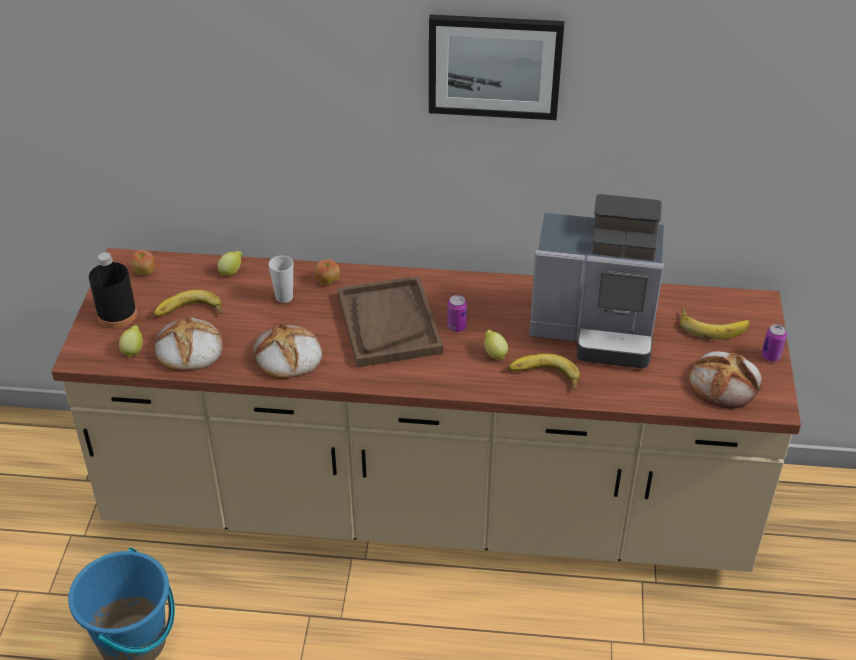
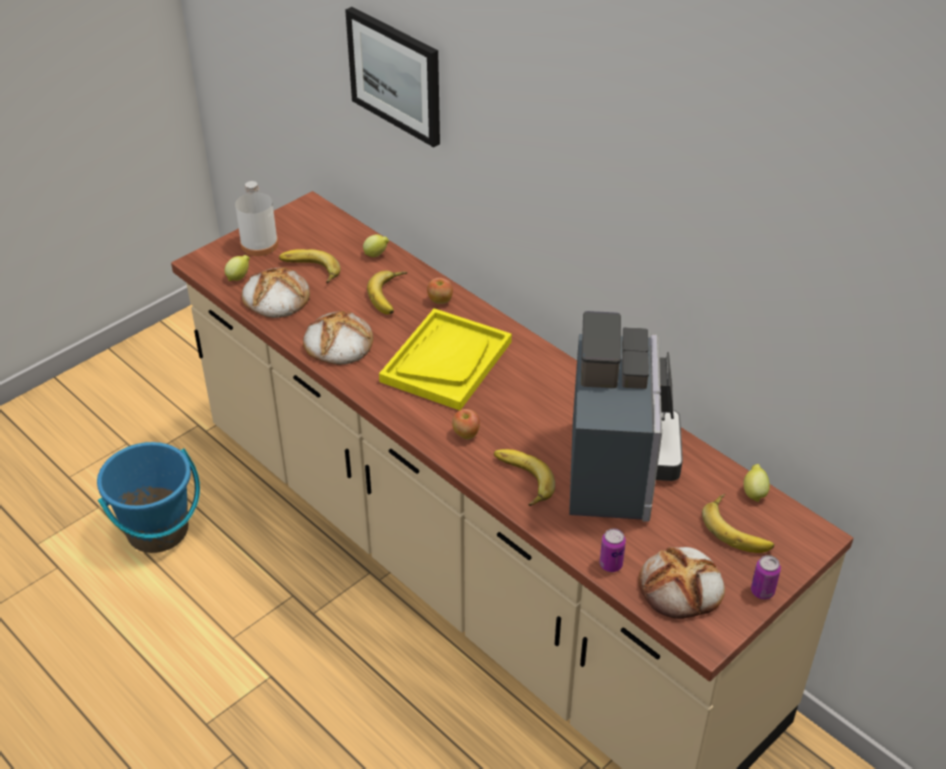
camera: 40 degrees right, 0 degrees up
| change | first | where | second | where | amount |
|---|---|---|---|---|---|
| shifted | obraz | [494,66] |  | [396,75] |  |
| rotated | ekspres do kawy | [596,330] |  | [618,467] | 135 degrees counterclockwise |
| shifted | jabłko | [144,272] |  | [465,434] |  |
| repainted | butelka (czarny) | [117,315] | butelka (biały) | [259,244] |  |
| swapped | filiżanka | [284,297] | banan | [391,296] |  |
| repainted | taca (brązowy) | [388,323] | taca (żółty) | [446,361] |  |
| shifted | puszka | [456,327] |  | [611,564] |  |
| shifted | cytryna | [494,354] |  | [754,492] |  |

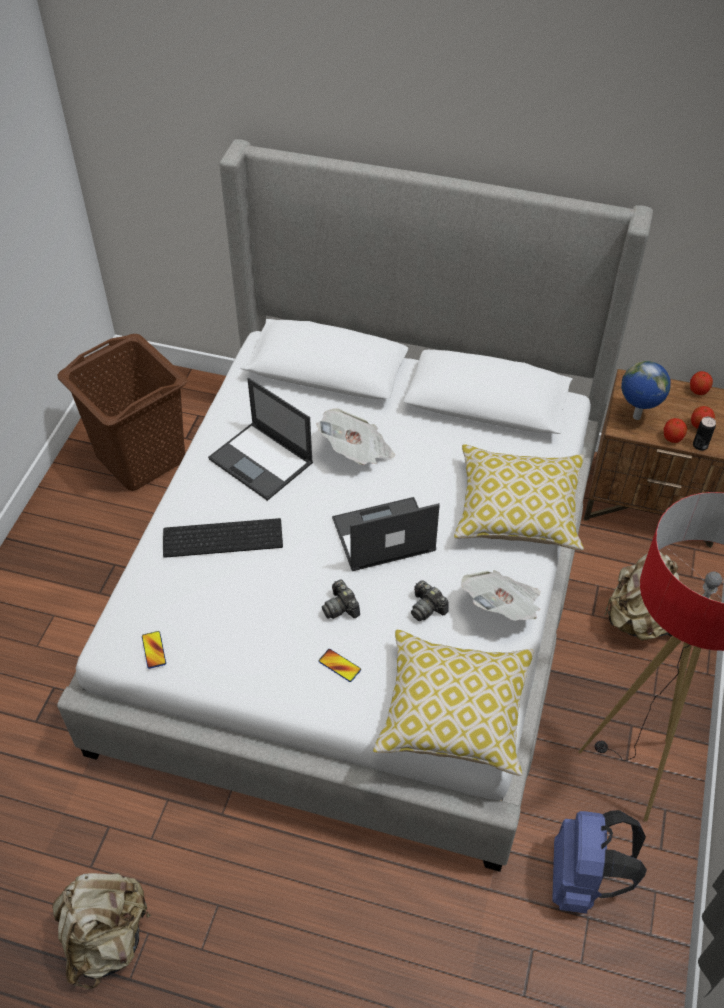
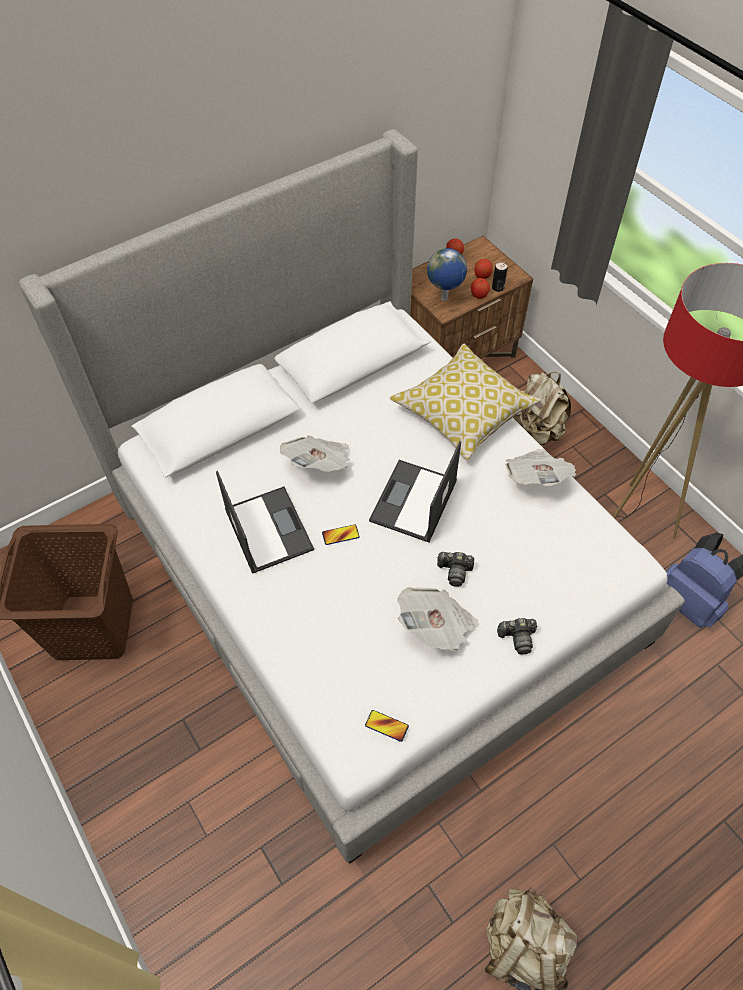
camera: 50 degrees left, 5 degrees up
| change | first | where | second | where | amount |
|---|---|---|---|---|---|
| rotated | laptop | [262,461] |  | [268,529] | 105 degrees counterclockwise |
| gone | klawiatura | [224,536] |  |  |  |
| shifted | aparat fotograficzny | [427,607] |  | [517,638] |  |
| gone | poduszka | [454,712] |  |  |  |
| shifted | telefon | [339,665] |  | [340,535] |  |
| new |  |  | gazeta | [437,626] |  |

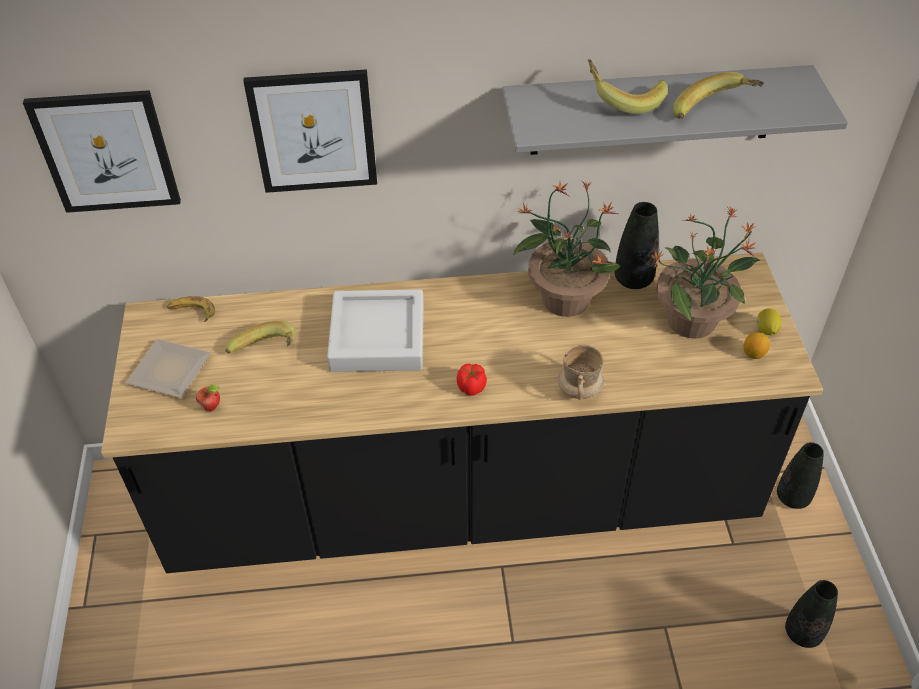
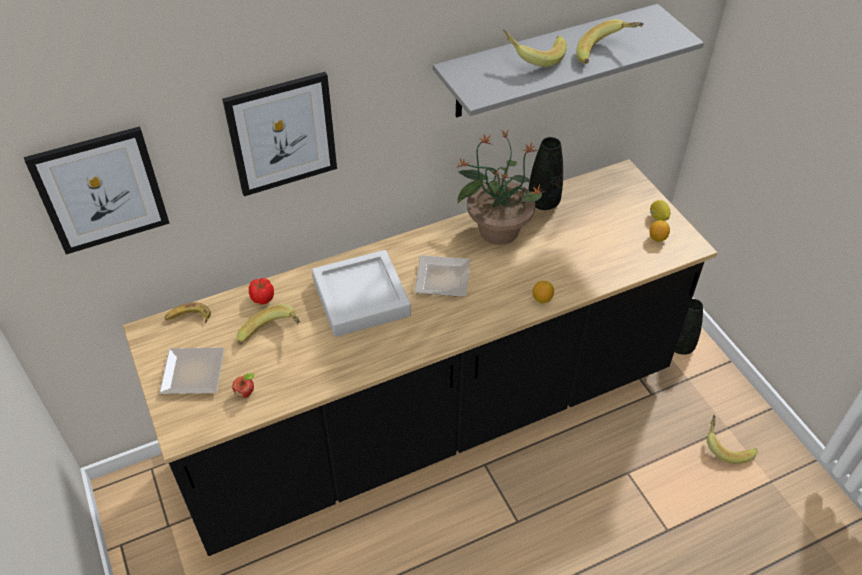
camera: 20 degrees left, 0 degrees up
| change | first | where | second | where | amount |
|---|---|---|---|---|---|
| gone | roślina doniczkowa | [693,320] |  |  |  |
| swapped | kubek (beżowy) | [579,390] | cytryna | [542,299] |  |
| shifted | pomidor | [471,388] |  | [262,298] |  |
| swapped | wazon (czarny) | [802,633] | banan | [727,446] |  |
| new |  |  | talerz | [441,277] |  |

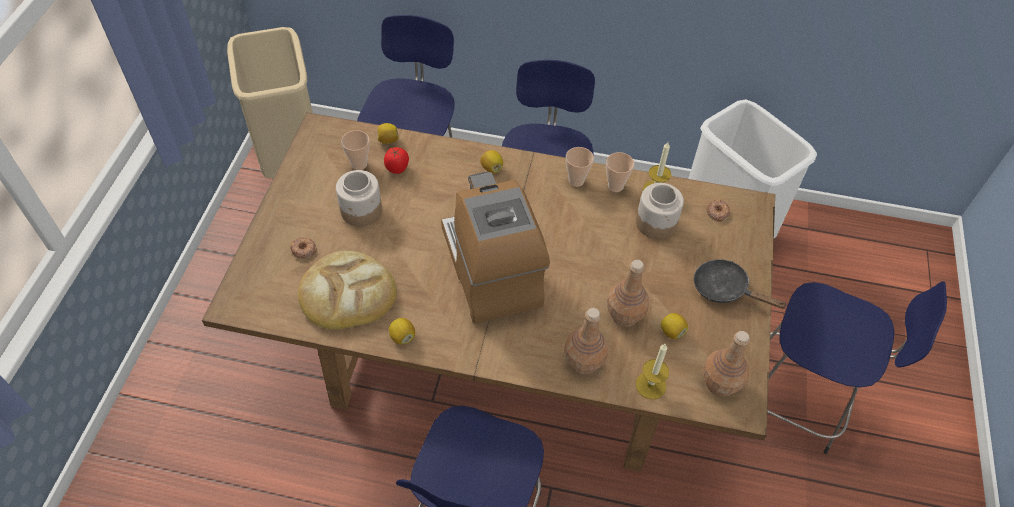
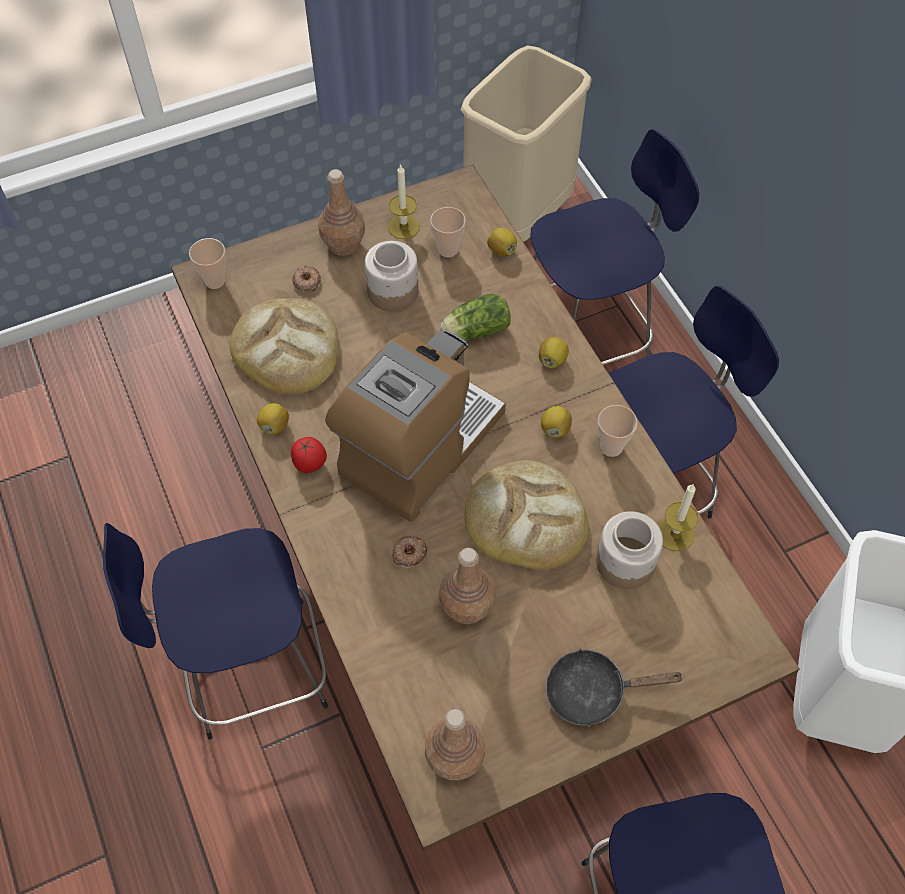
camera: 55 degrees right, 5 degrees up
| change | first | where | second | where | amount |
|---|---|---|---|---|---|
| shifted | pomidor | [397,168] |  | [310,464] |  |
| shifted | filiżanka | [615,186] |  | [215,281] |  |
| shifted | donut | [717,212] |  | [409,553] |  |
| rotated | patelnia (czarny) | [725,289] |  | [593,691] | 90 degrees counterclockwise |
| shifted | butelka (brązowy) | [584,361] |  | [344,244] |  |
| shifted | cytryna | [672,332] |  | [555,429] |  |
| shifted | świeca | [650,385] |  | [403,227] |  |
| new |  |  | sałata | [474,331] |  |
| new |  |  | chleb | [525,518] |  |

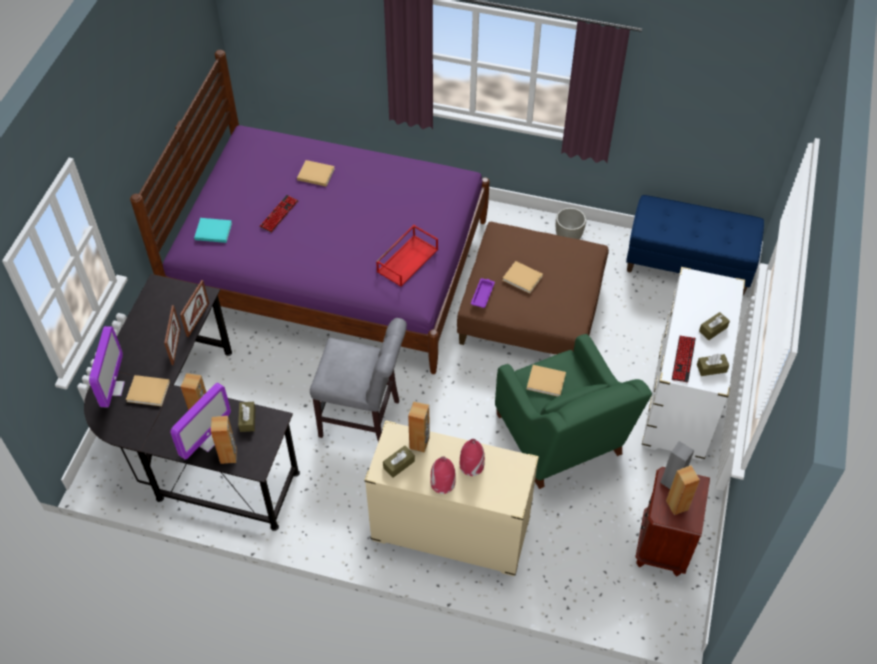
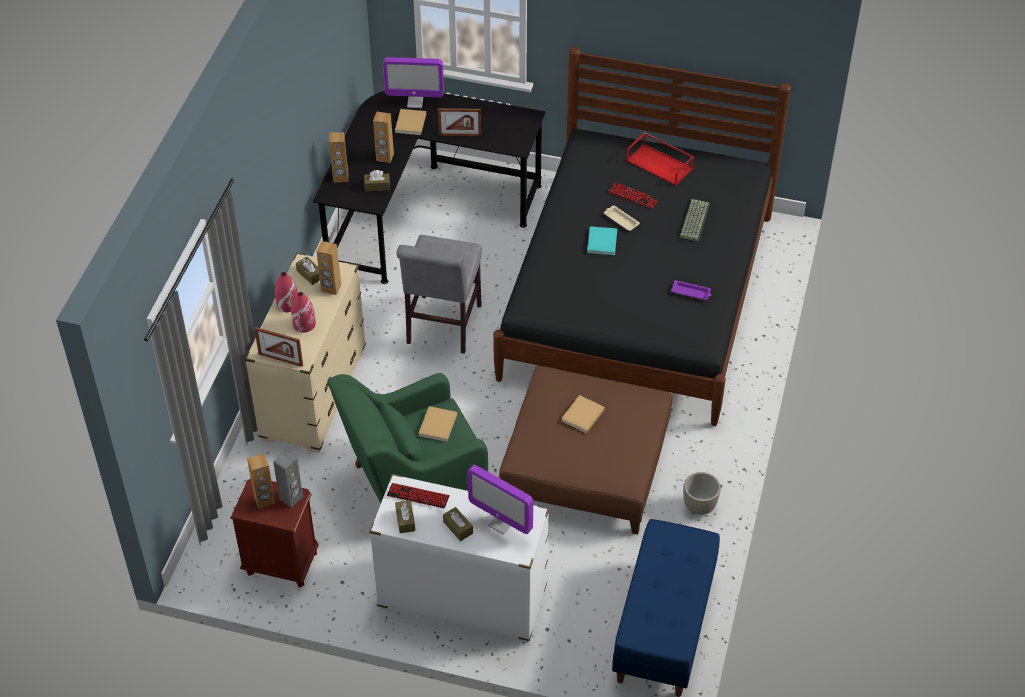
camera: 90 degrees right, 5 degrees down
| change | first | where | second | where | amount |
|---|---|---|---|---|---|
| repainted | łóżko (fioletowy) | [332,267] | łóżko (czarny) | [637,296] |  |
| swapped | książka (beżowy) | [315,174] | klawiatura | [693,220] |  |
| shifted | książka (turkusowy) | [212,231] |  | [602,241] |  |
| shifted | taca (czerwony) | [407,260] |  | [660,164] |  |
| shifted | taca (fioletowy) | [482,294] |  | [691,292] |  |
| shifted | ramka na zdjęcie | [198,319] |  | [280,359] |  |
| shifted | monitor | [206,441] |  | [501,523] |  |
| new |  |  | taca (beżowy) | [620,220] |  |

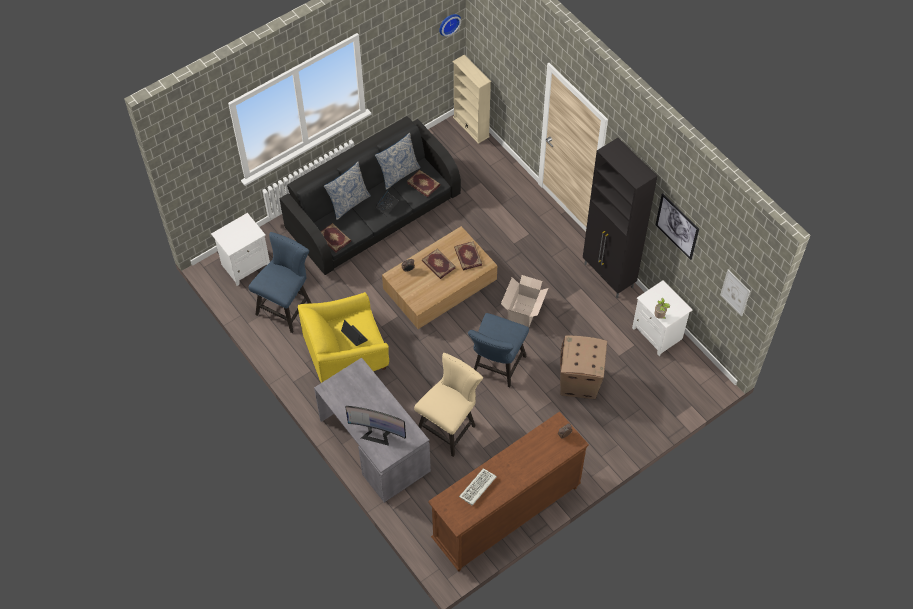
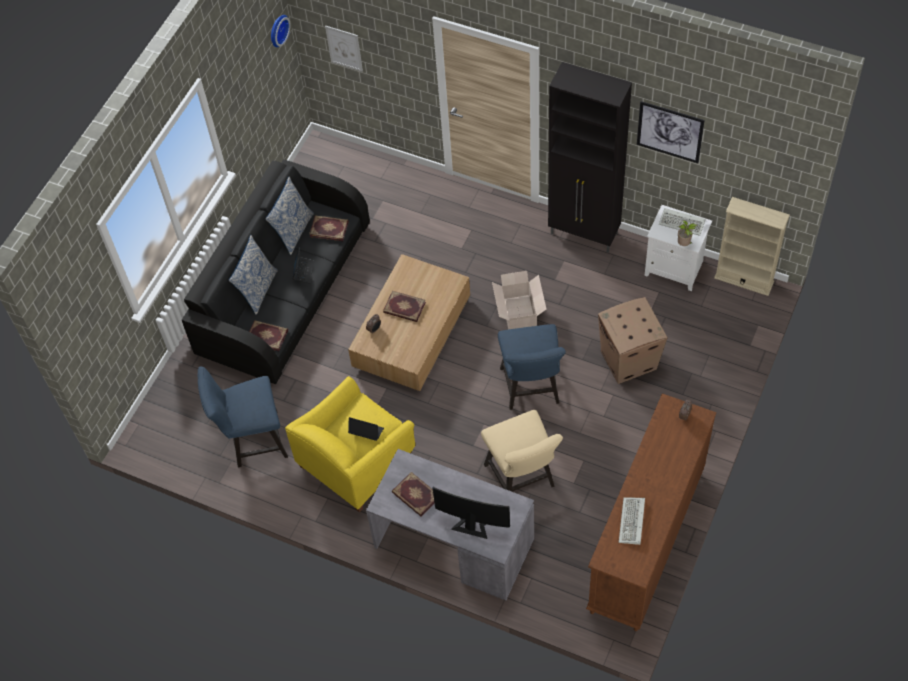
camera: 25 degrees left, 0 degrees up
| change | first | where | second | where | amount |
|---|---|---|---|---|---|
| shifted | regał (beżowy) | [471,127] |  | [744,279] |  |
| gone | szafka nocna (biały) | [246,264] |  |  |  |
| rotated | krzesło (niebieski) | [286,306] |  | [252,441] | 105 degrees counterclockwise |
| shifted | książka | [467,256] |  | [415,495] |  |
| shifted | obraz | [735,292] |  | [344,48] |  |
| rotated | krzesło (beżowy) | [449,426] |  | [522,479] | 150 degrees clockwise |
| rotated | monitor | [377,433] |  | [472,523] | 150 degrees counterclockwise |
| new |  |  | klawiatura | [683,223] |  |

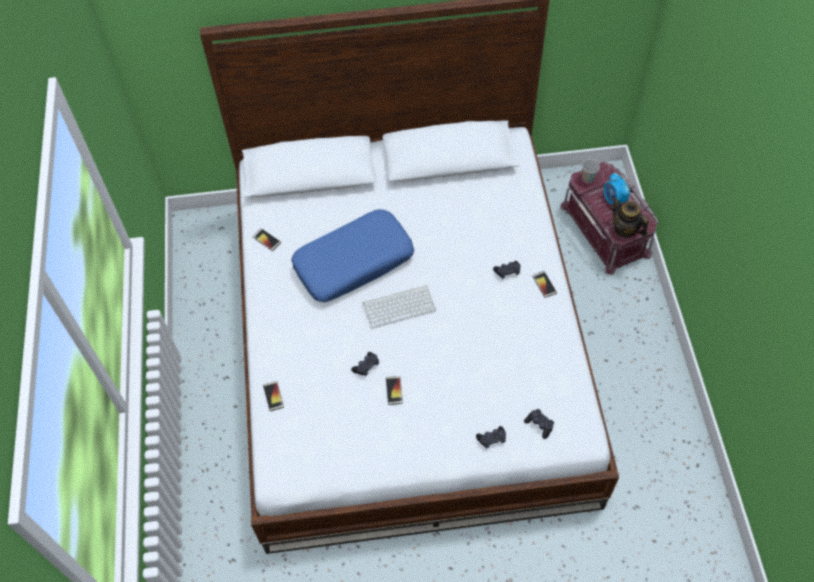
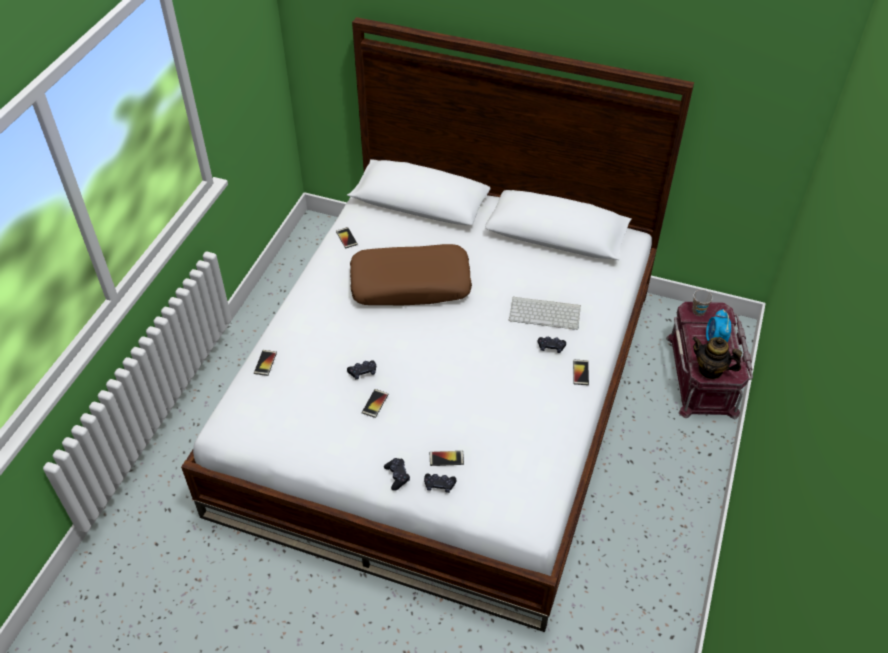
camera: 25 degrees right, 10 degrees down
| change | first | where | second | where | amount |
|---|---|---|---|---|---|
| rotated | imbryk | [625,229] |  | [710,370] | 45 degrees counterclockwise |
| repainted | poduszka (niebieski) | [353,262] | poduszka (brązowy) | [411,284] |  |
| shifted | klawiatura | [399,306] |  | [545,313] |  |
| shifted | pad do gier (czarny) | [539,425] |  | [397,476] |  |
| new |  |  | telefon | [446,458] |  |

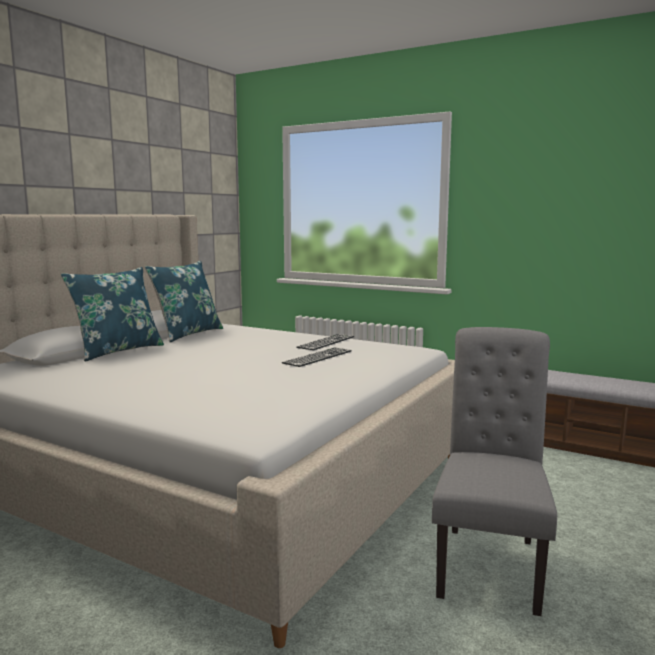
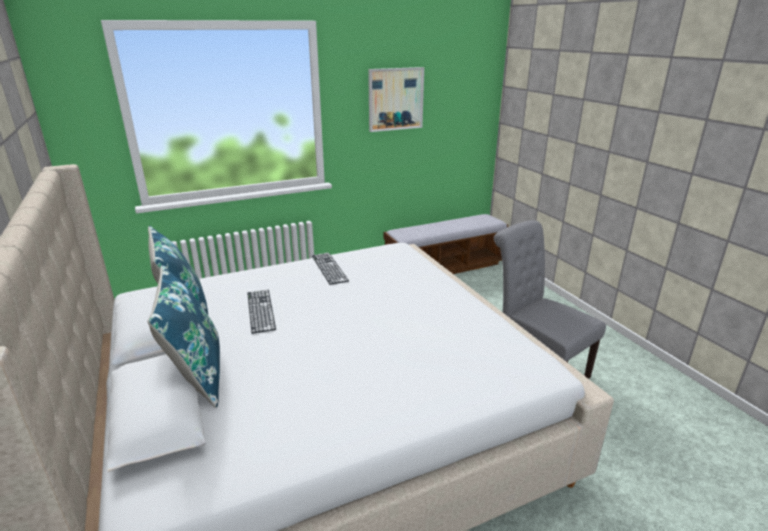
camera: 55 degrees left, 15 degrees up
| change | first | where | second | where | amount |
|---|---|---|---|---|---|
| shifted | klawiatura | [318,357] |  | [260,310] |  |
| new |  |  | obraz | [395,99] |  |

